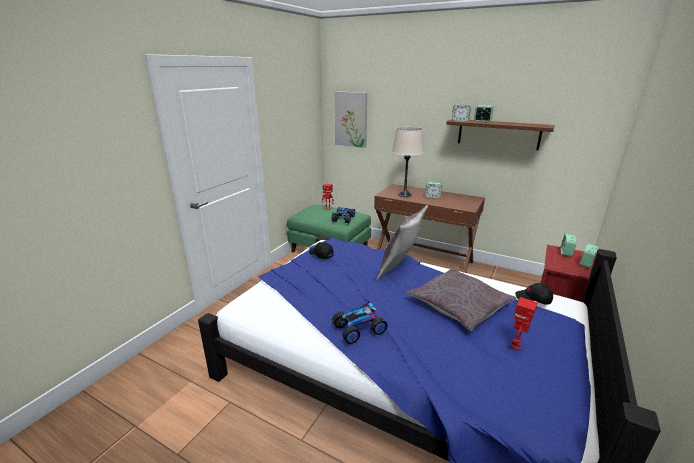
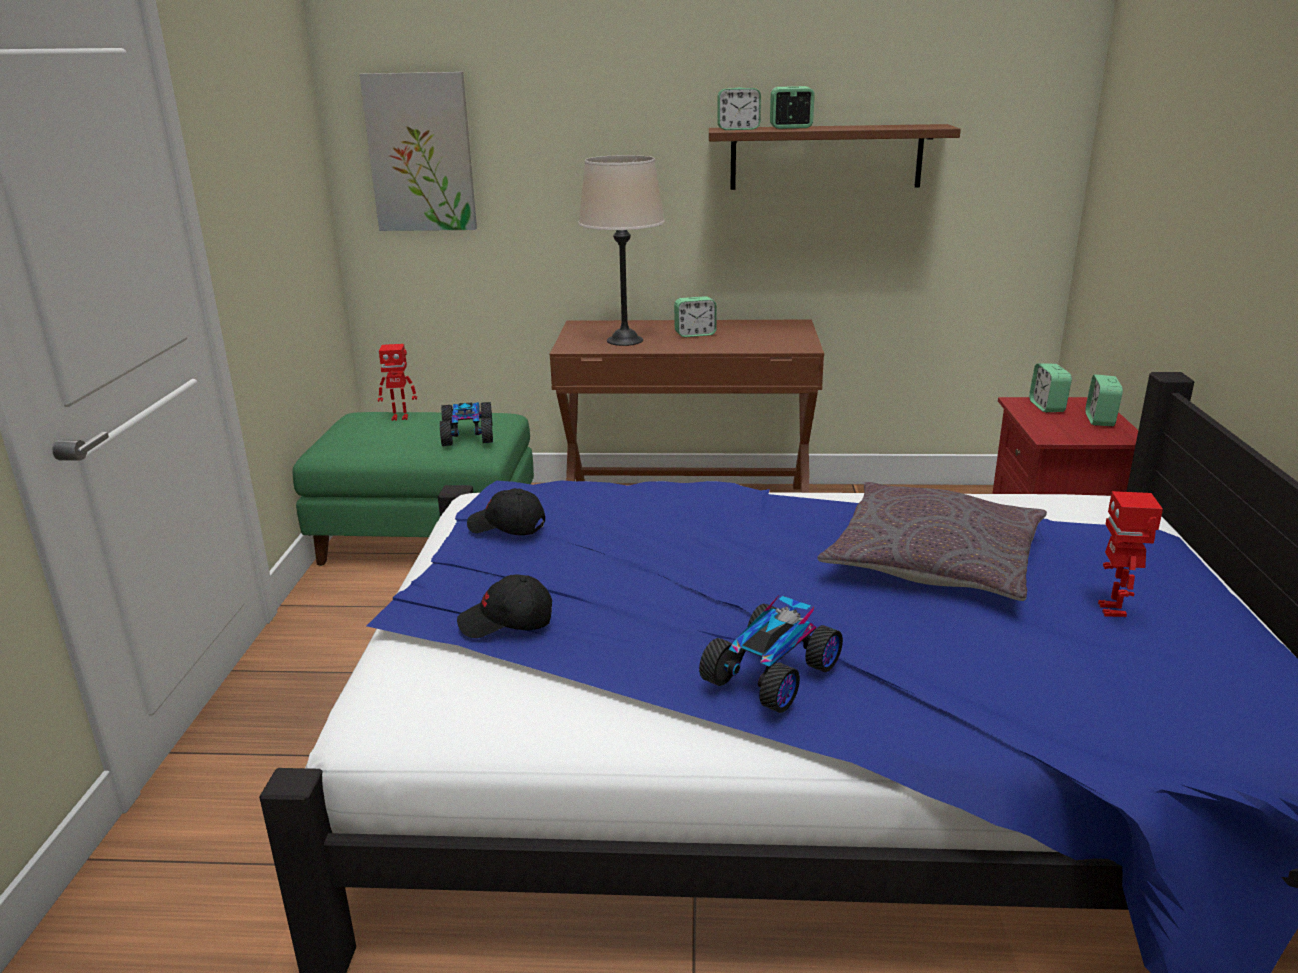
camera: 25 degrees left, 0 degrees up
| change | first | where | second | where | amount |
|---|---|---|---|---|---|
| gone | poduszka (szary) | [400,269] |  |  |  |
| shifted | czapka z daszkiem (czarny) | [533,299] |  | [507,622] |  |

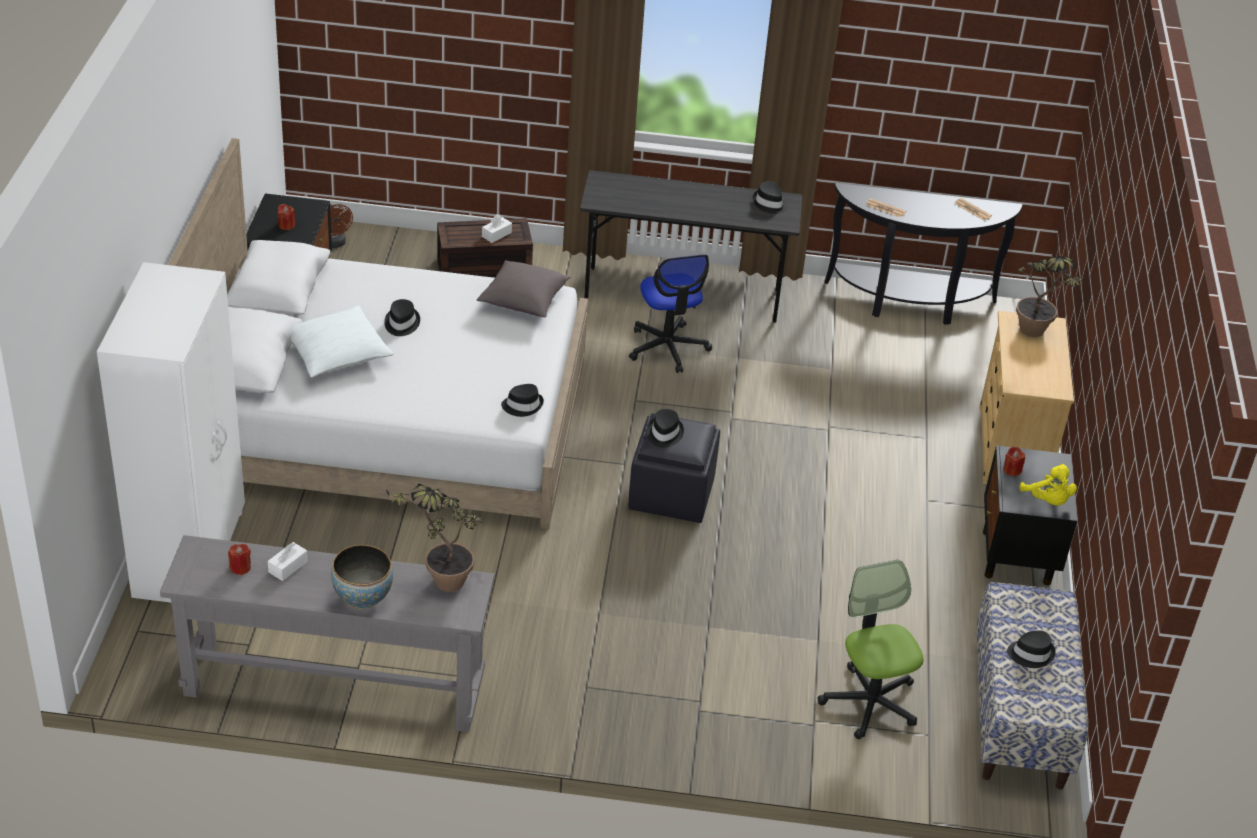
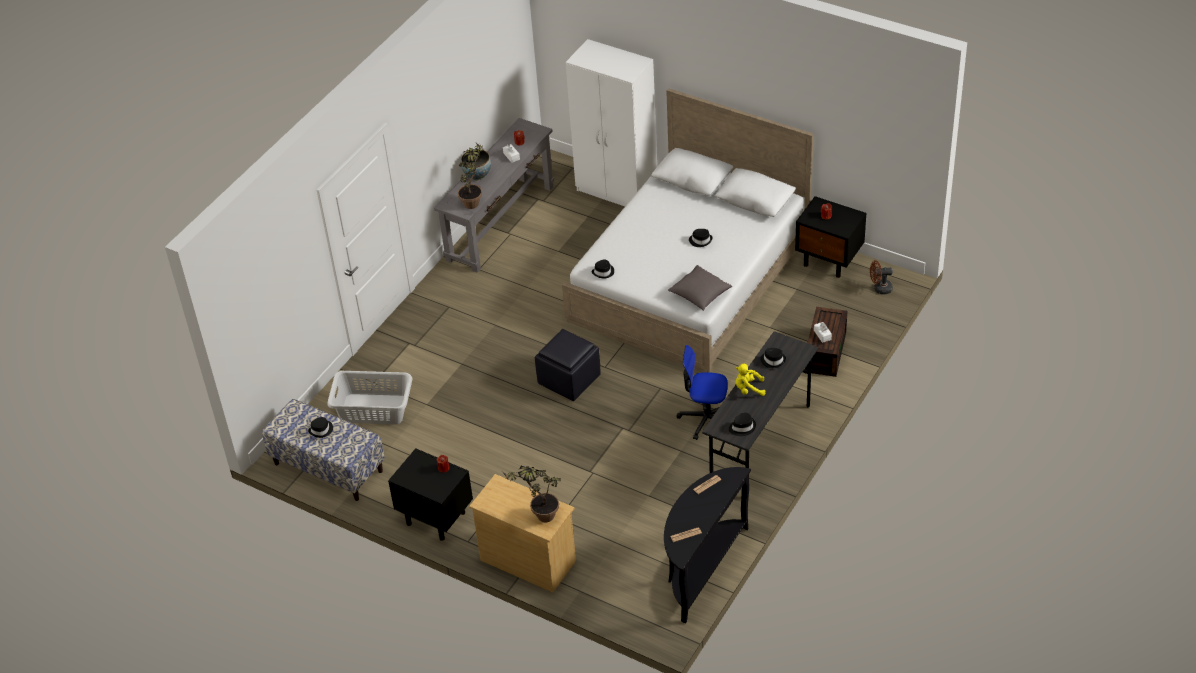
camera: 120 degrees right, 5 degrees up
| change | first | where | second | where | amount |
|---|---|---|---|---|---|
| gone | poduszka (biały) | [336,353] |  |  |  |
| shifted | kapelusz (czarny) | [664,433] |  | [773,360] |  |
| shifted | pluszak (żółty) | [1048,501] |  | [748,389] |  |
| swapped | krzesło biurowe | [870,702] | kosz na pranie (szary) | [374,410] |  |

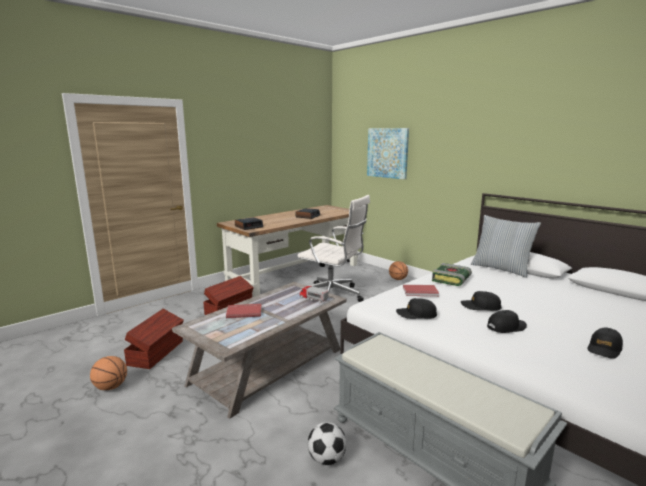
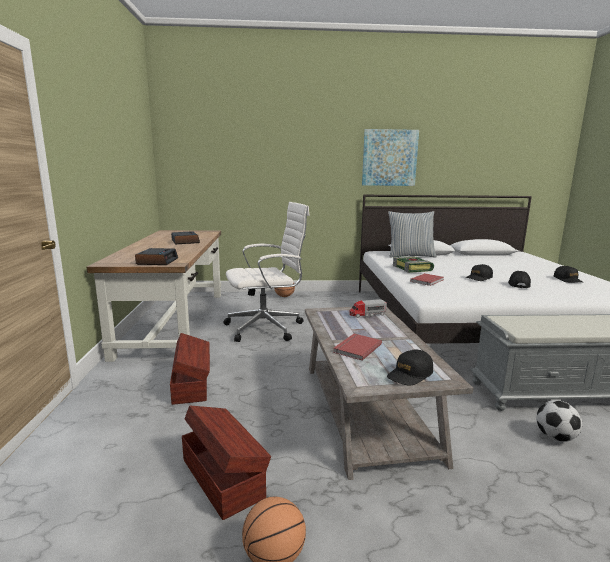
camera: 50 degrees left, 0 degrees up
| change | first | where | second | where | amount |
|---|---|---|---|---|---|
| shifted | obraz | [387,153] |  | [389,158] |  |
| shifted | czapka z daszkiem (czarny) | [416,314] |  | [410,375] |  |

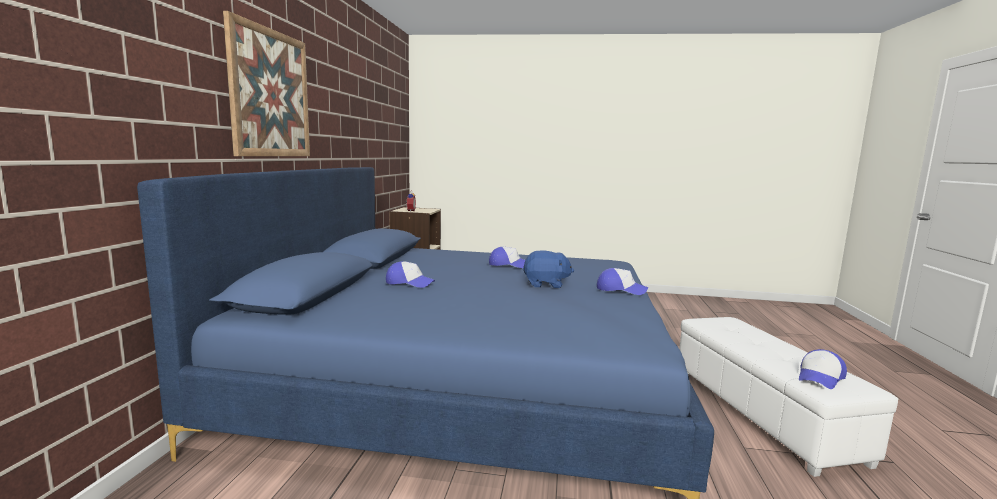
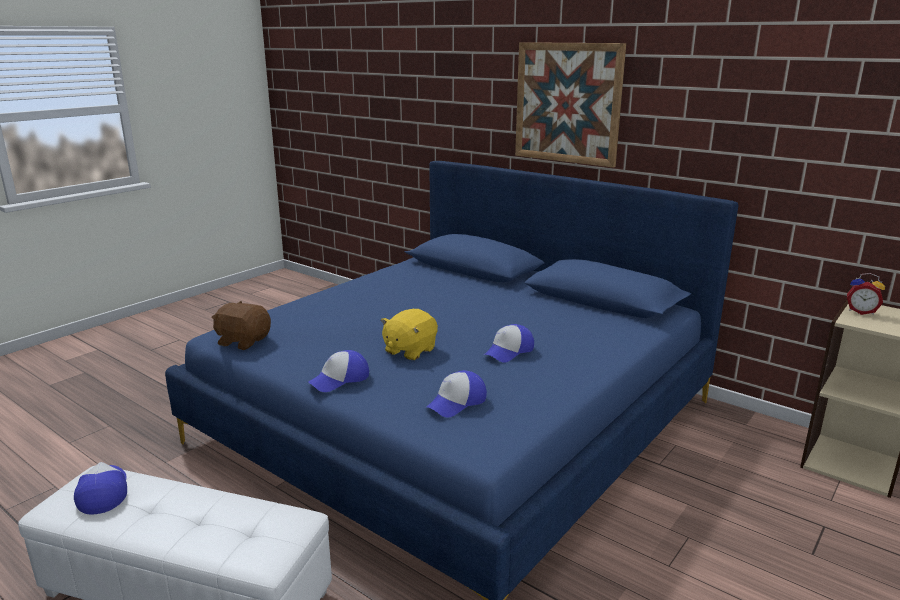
camera: 120 degrees right, 10 degrees up
| change | first | where | second | where | amount |
|---|---|---|---|---|---|
| repainted | pluszak (niebieski) | [546,284] | pluszak (żółty) | [409,351] |  |
| shifted | czapka z daszkiem | [409,283] |  | [457,402] |  |
| new |  |  | pluszak (brązowy) | [243,341] |  |

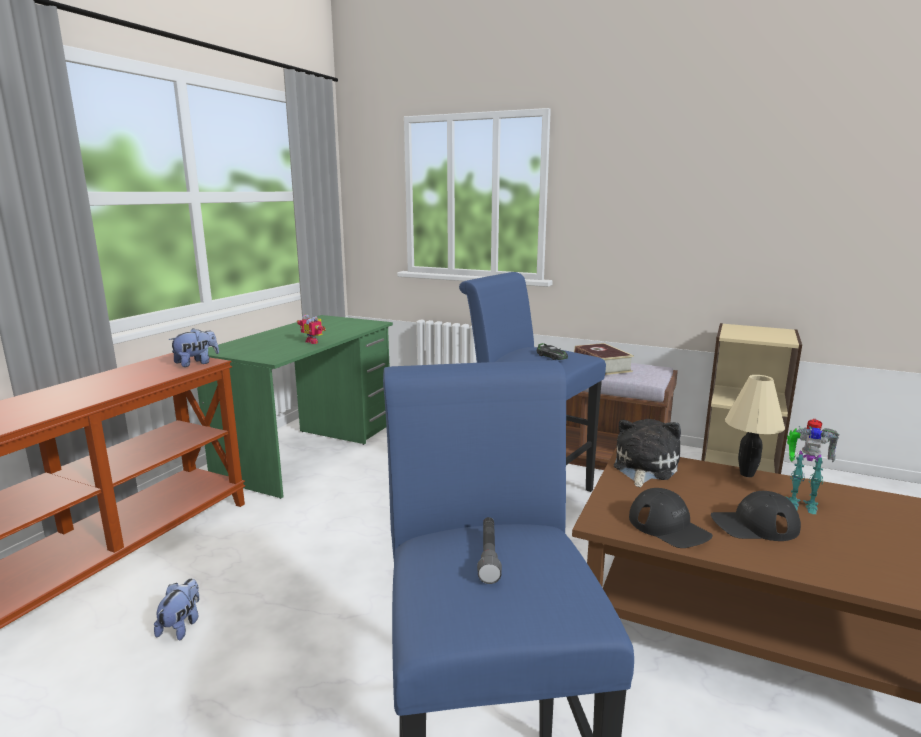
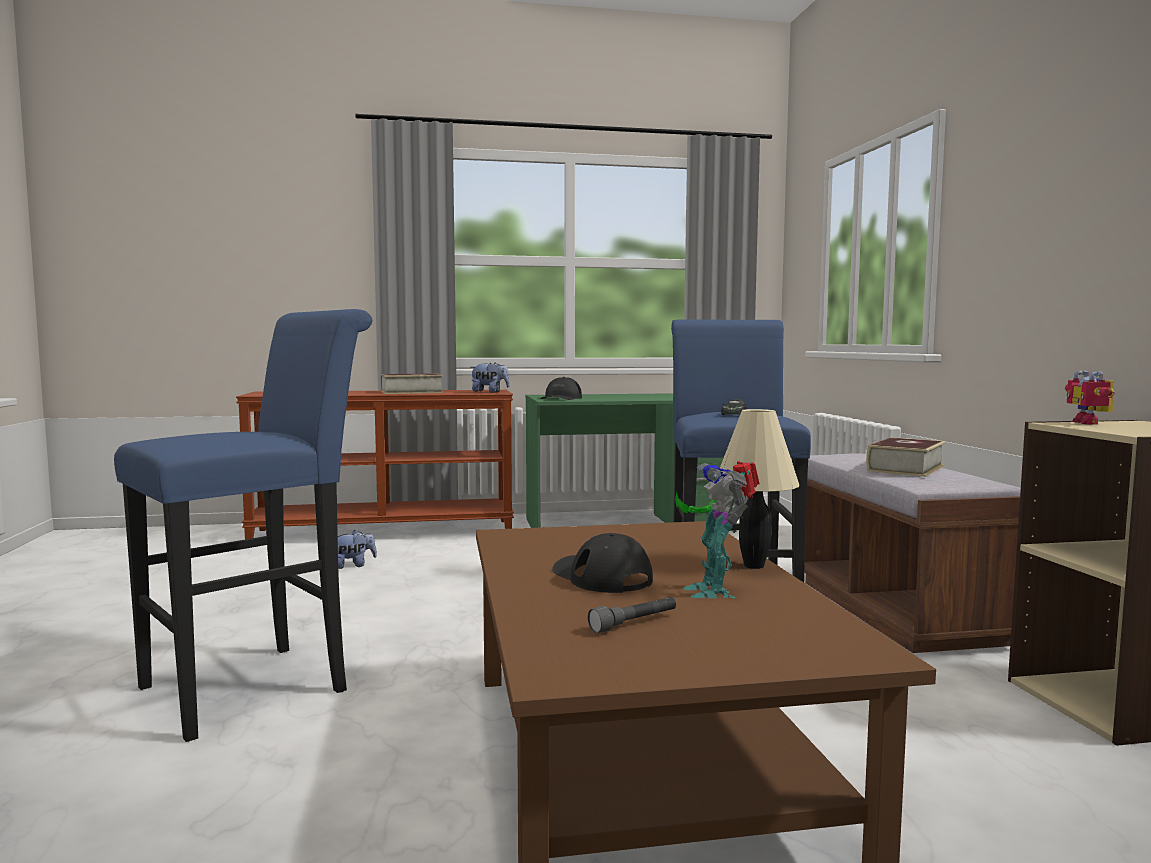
camera: 55 degrees right, 10 degrees down
| change | first | where | second | where | amount |
|---|---|---|---|---|---|
| shifted | robot zabawkowy | [314,341] |  | [1091,423] |  |
| gone | pluszak | [643,467] |  |  |  |
| shifted | czapka z daszkiem (czarny) | [668,527] |  | [561,398] |  |
| shifted | latarka (szary) | [488,556] |  | [634,623] |  |
| new |  |  | książka | [411,392] |  |

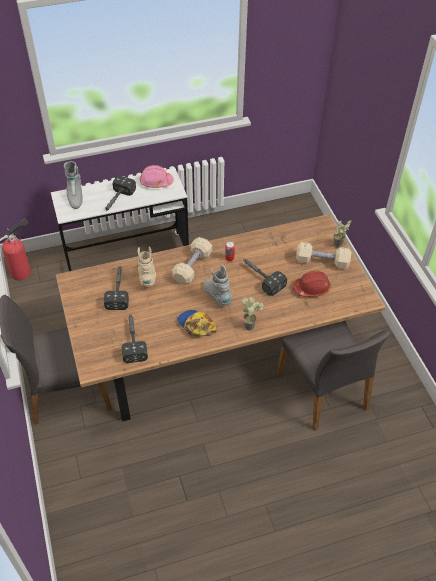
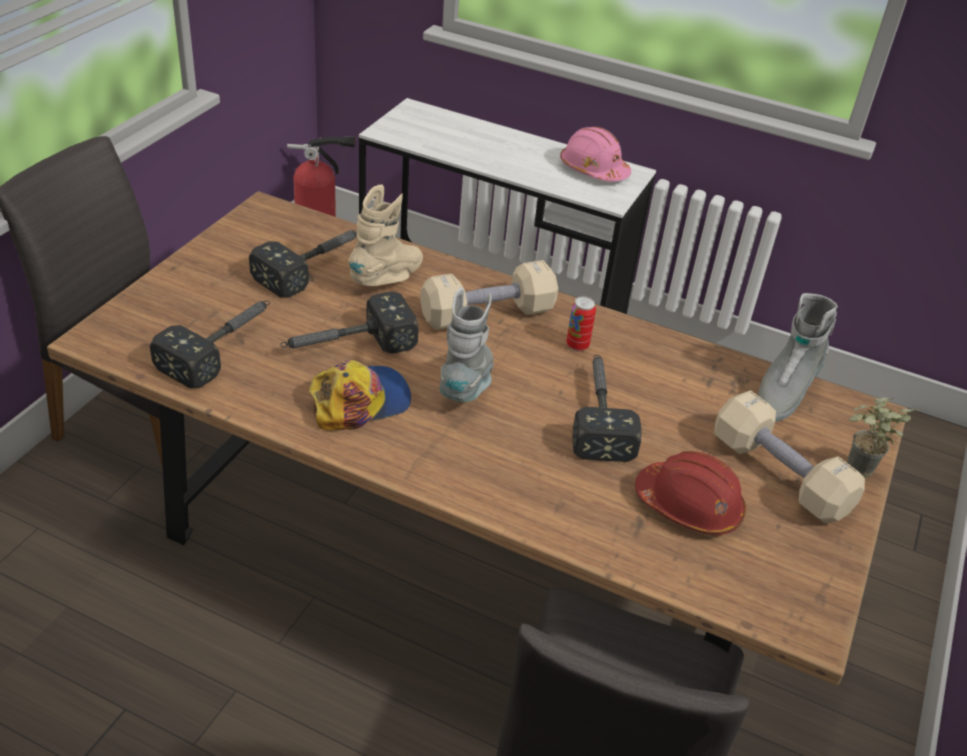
camera: 40 degrees right, 10 degrees down
| change | first | where | second | where | amount |
|---|---|---|---|---|---|
| shifted | but z cholewką (szary) | [75,196] |  | [783,393] |  |
| shifted | młotek | [117,200] |  | [346,345] |  |
| gone | roślina doniczkowa | [251,325] |  |  |  |
| rotated | czapka z daszkiem | [196,325] |  | [360,401] | 60 degrees clockwise |

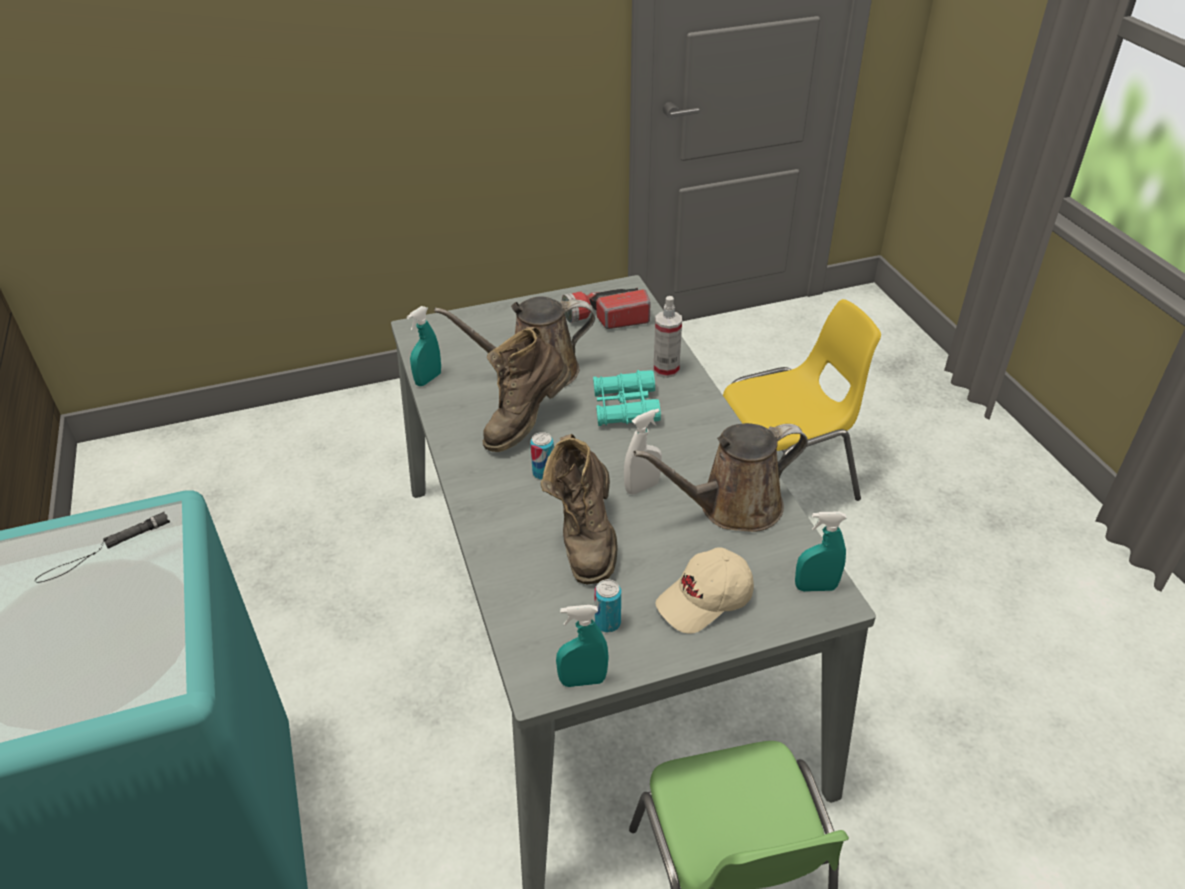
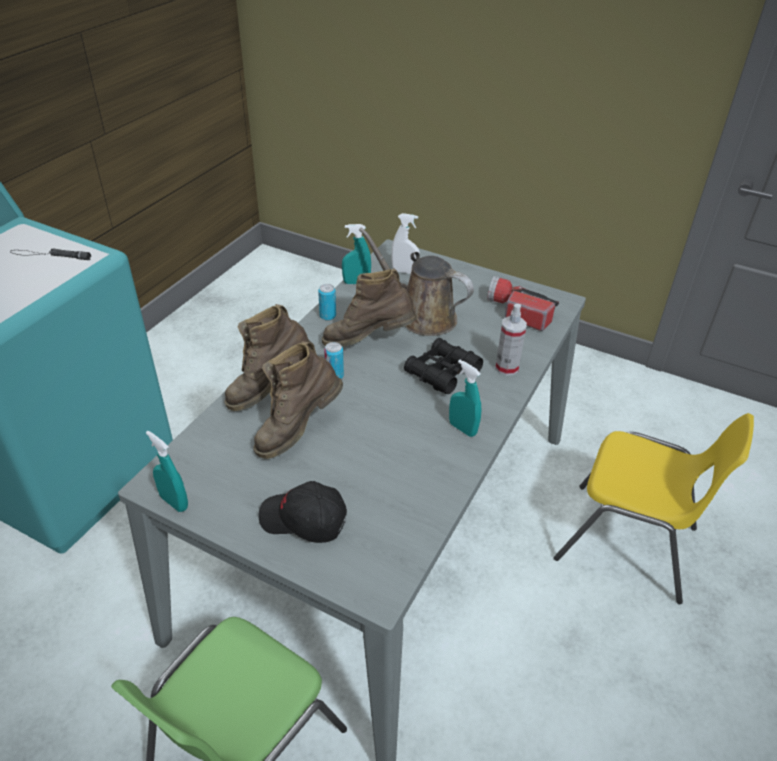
camera: 45 degrees right, 0 degrees up
| change | first | where | second | where | amount |
|---|---|---|---|---|---|
| repainted | lornetka (turkusowy) | [625,407] | lornetka (czarny) | [442,372] |  |
| shifted | spryskiwacz (biały) | [642,487] |  | [404,271] |  |
| gone | konewka (brązowy) | [732,507] |  |  |  |
| shifted | spryskiwacz (turkusowy) | [815,587] |  | [462,428] |  |
| repainted | czapka z daszkiem (beżowy) | [705,600] | czapka z daszkiem (czarny) | [303,520] |  |
| shifted | puszka | [607,623] |  | [327,316] |  |
| new |  |  | but z cholewką (brązowy) | [269,388] |  |

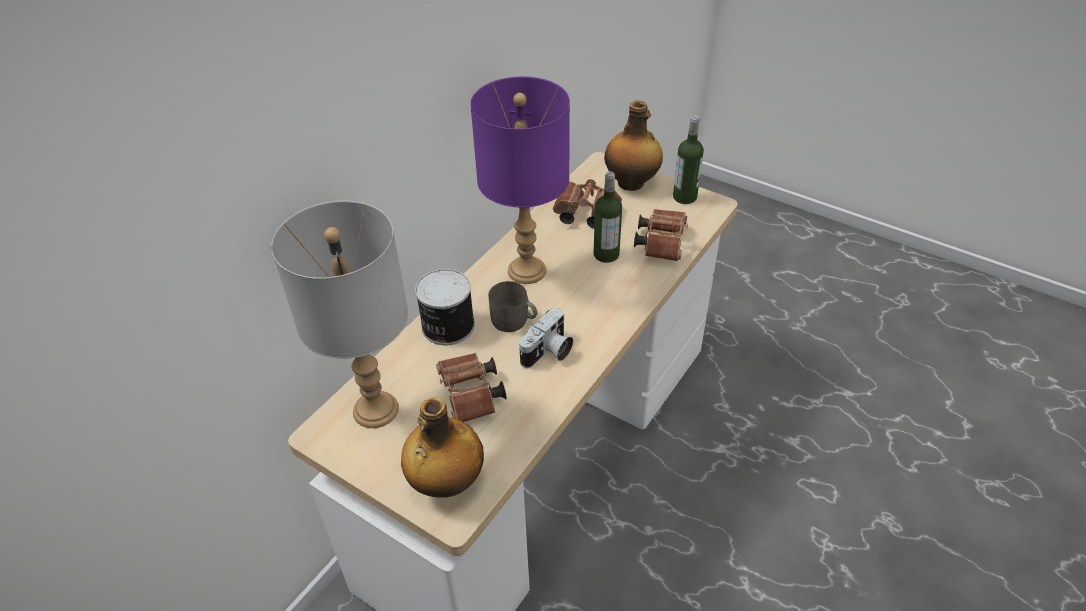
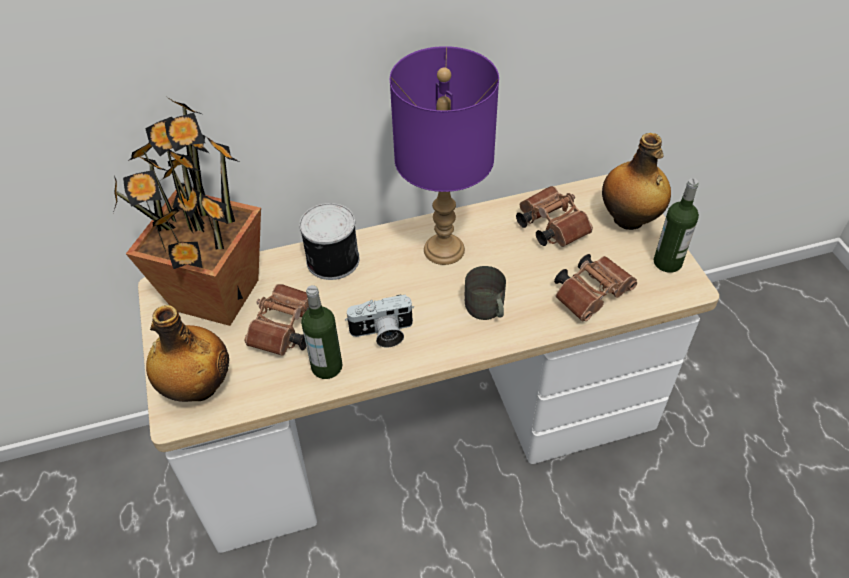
camera: 40 degrees right, 5 degrees up
| change | first | where | second | where | amount |
|---|---|---|---|---|---|
| shifted | butelka | [606,254] |  | [327,366] |  |
| swapped | lampa stołowa (szary) | [376,409] | roślina doniczkowa | [215,295] |  |
| shifted | kubek (szary) | [514,321] |  | [486,310] |  |

